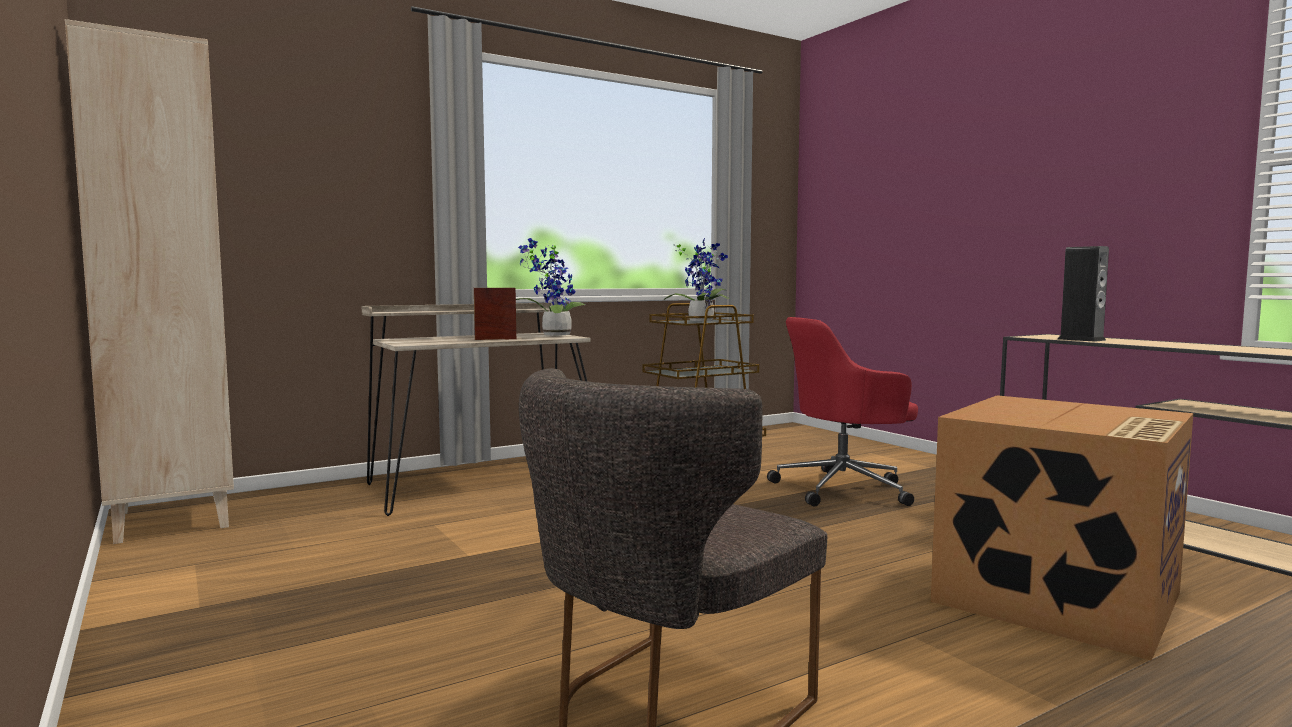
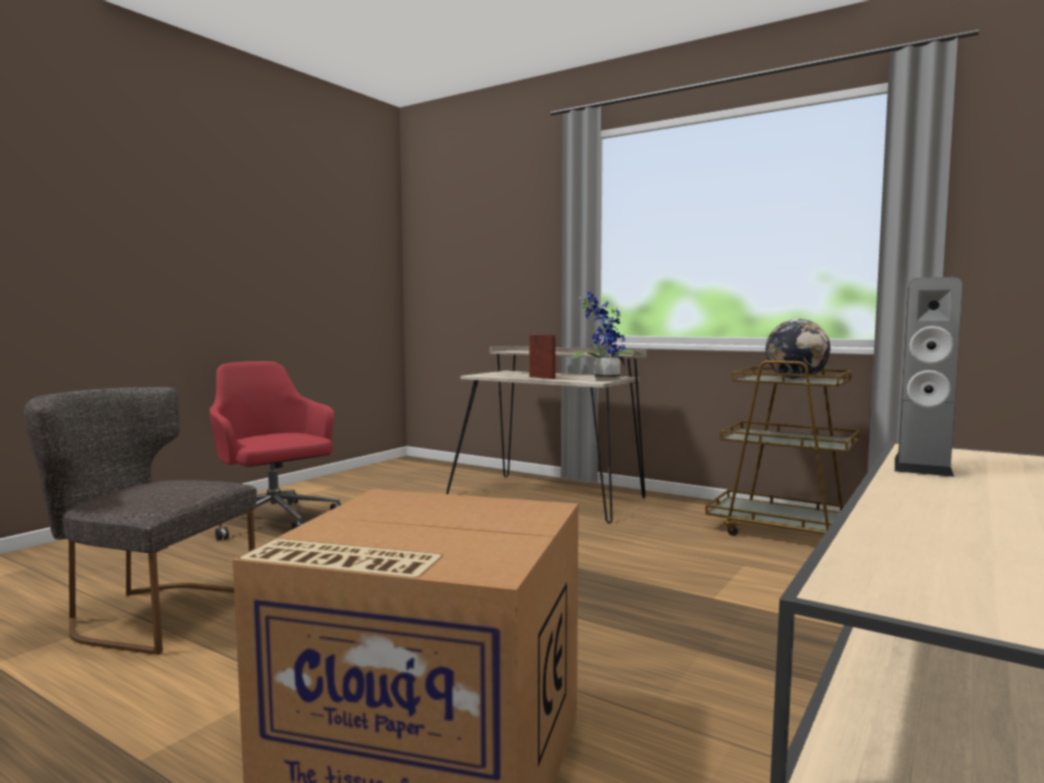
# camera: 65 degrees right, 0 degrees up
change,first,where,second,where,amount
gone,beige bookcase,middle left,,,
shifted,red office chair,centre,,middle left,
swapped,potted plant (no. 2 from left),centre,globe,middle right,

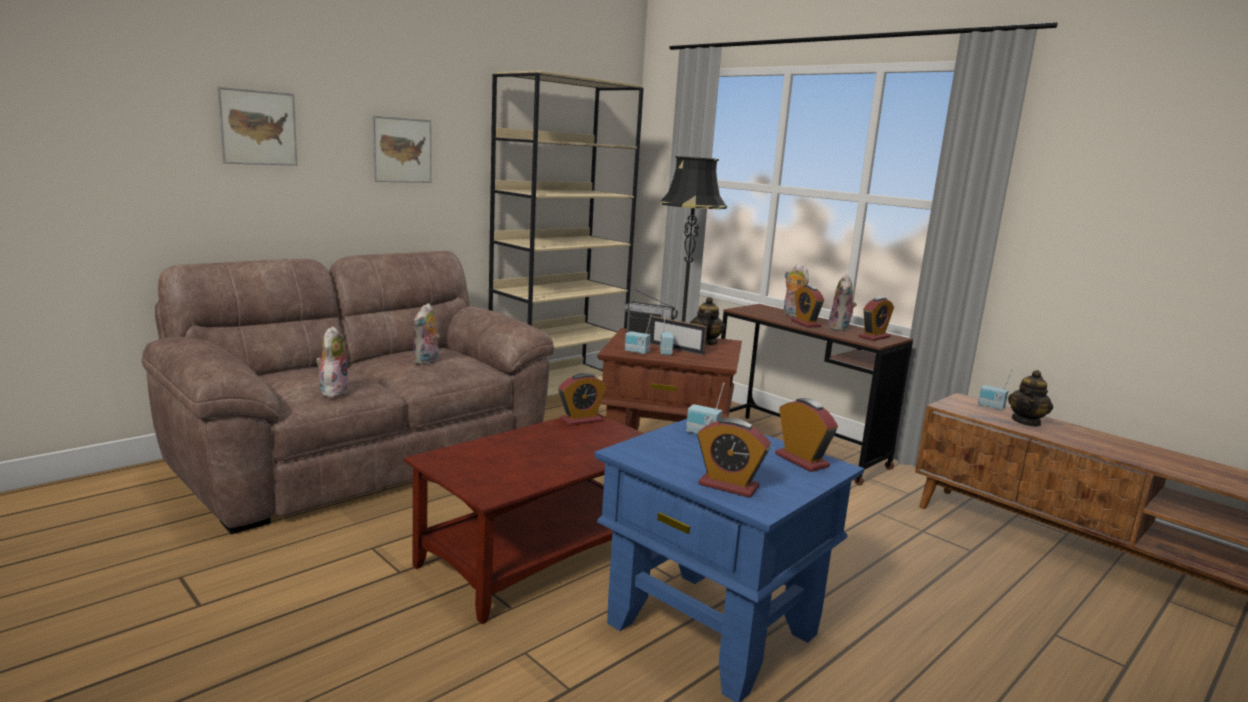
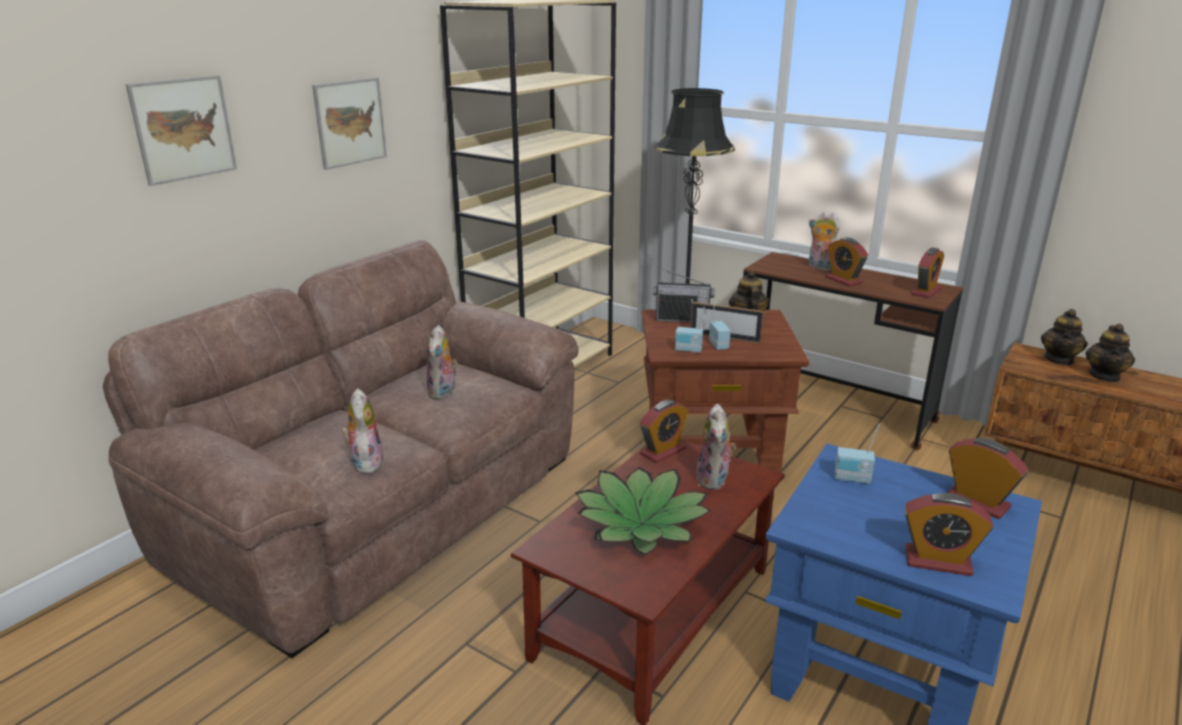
# camera: 10 degrees left, 10 degrees up
change,first,where,second,where,amount
new,,,potted plant,bottom centre,
shifted,plush toy (no. 4 from left in the first image),middle right,plush toy (no. 3 from left),centre,
swapped,radio (no. 5 from left),middle right,teapot (no. 2 from left),middle right,

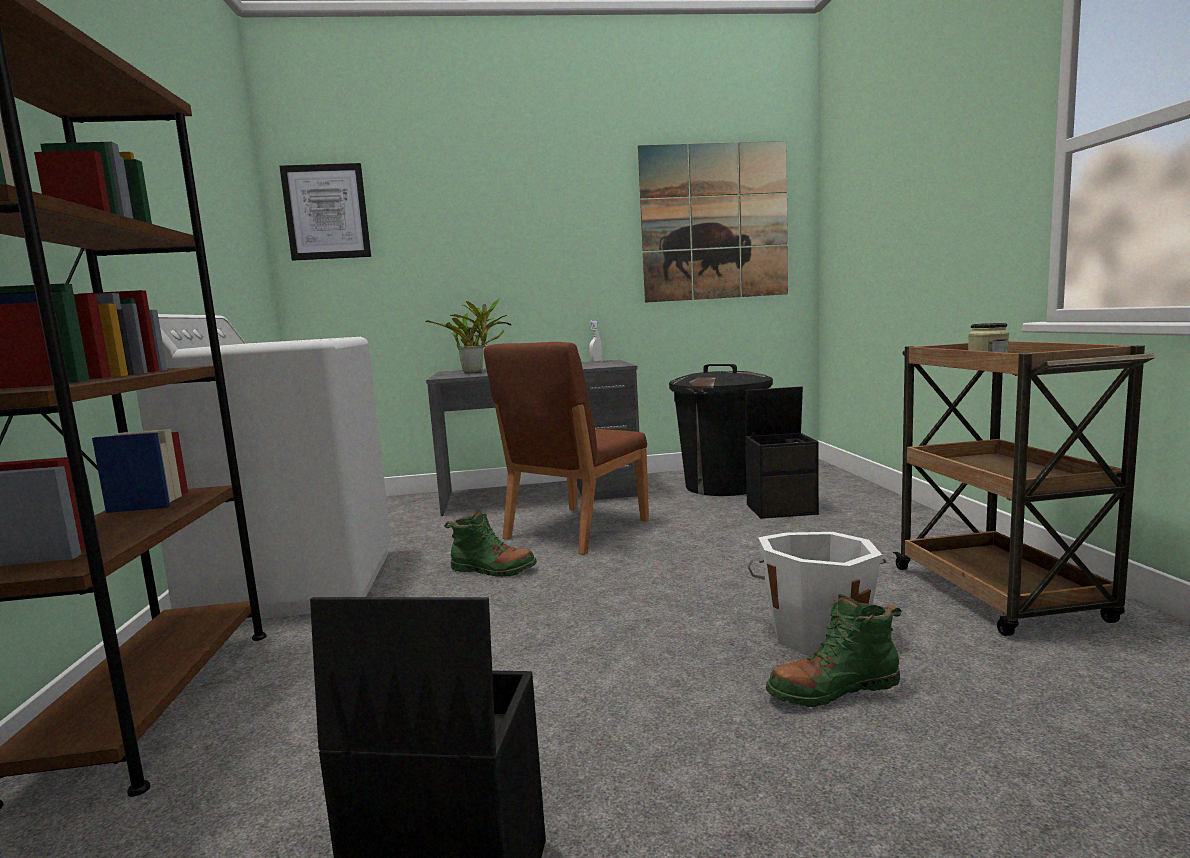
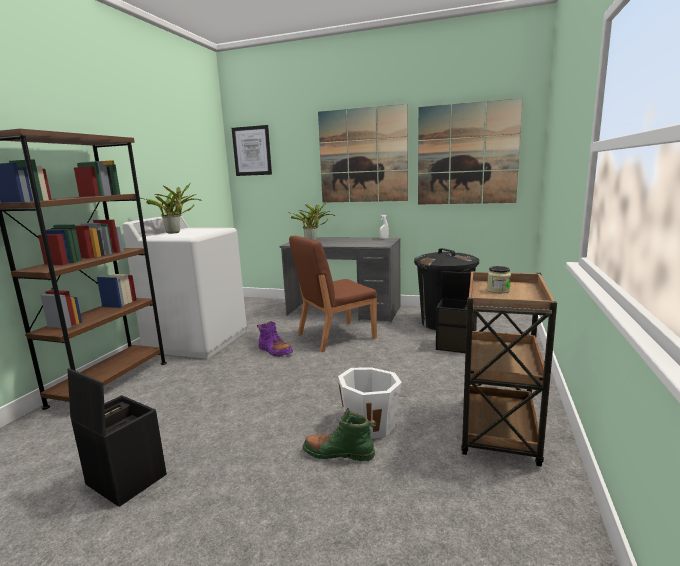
# camera: 25 degrees right, 5 degrees up
change,first,where,second,where,amount
new,,,potted plant (no. 1 from left),middle left,
new,,,picture (no. 2 from left),top centre,
repainted,green boot (no. 1 from left),centre,purple boot,centre,

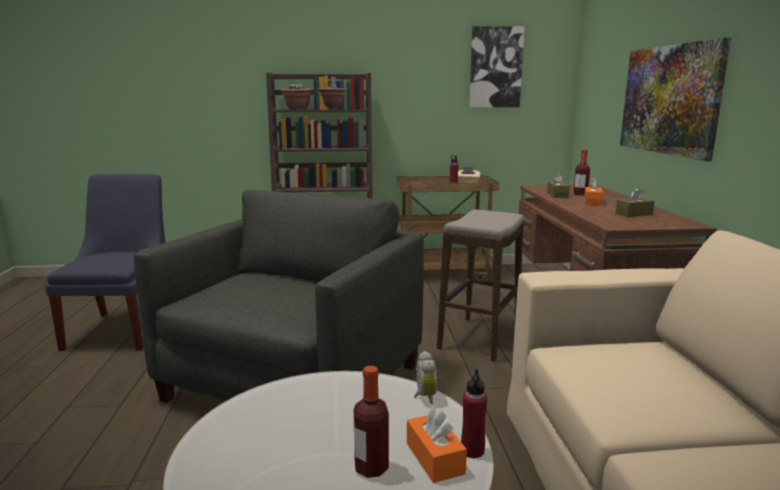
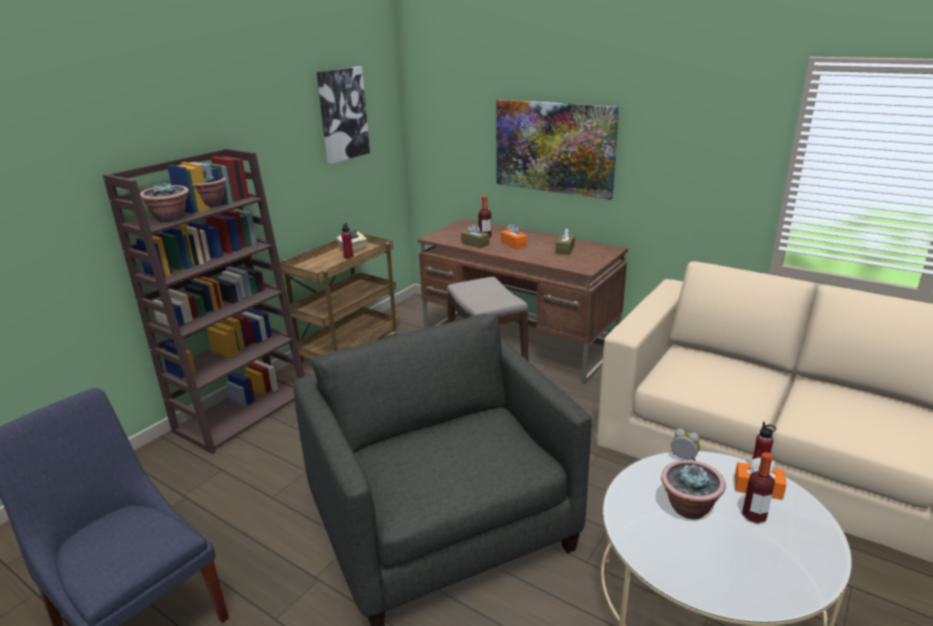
# camera: 50 degrees left, 10 degrees up
change,first,where,second,where,amount
new,,,potted plant (no. 3 from left),bottom right,

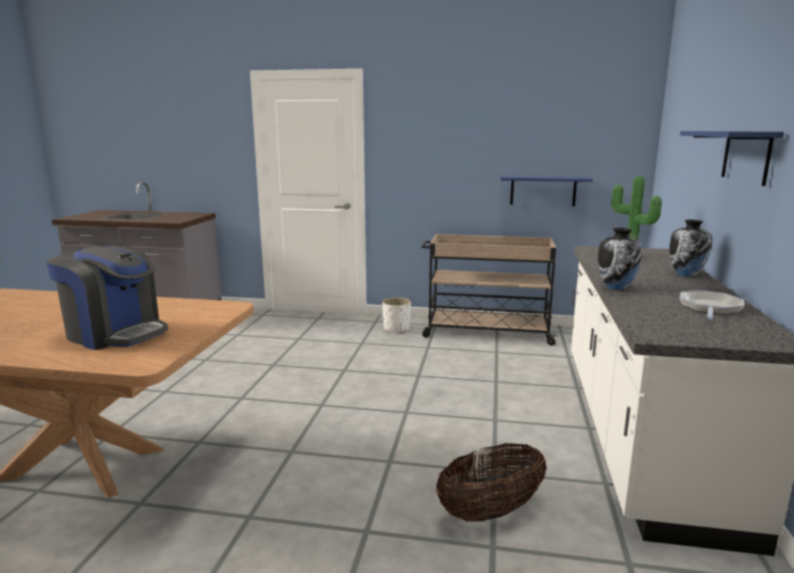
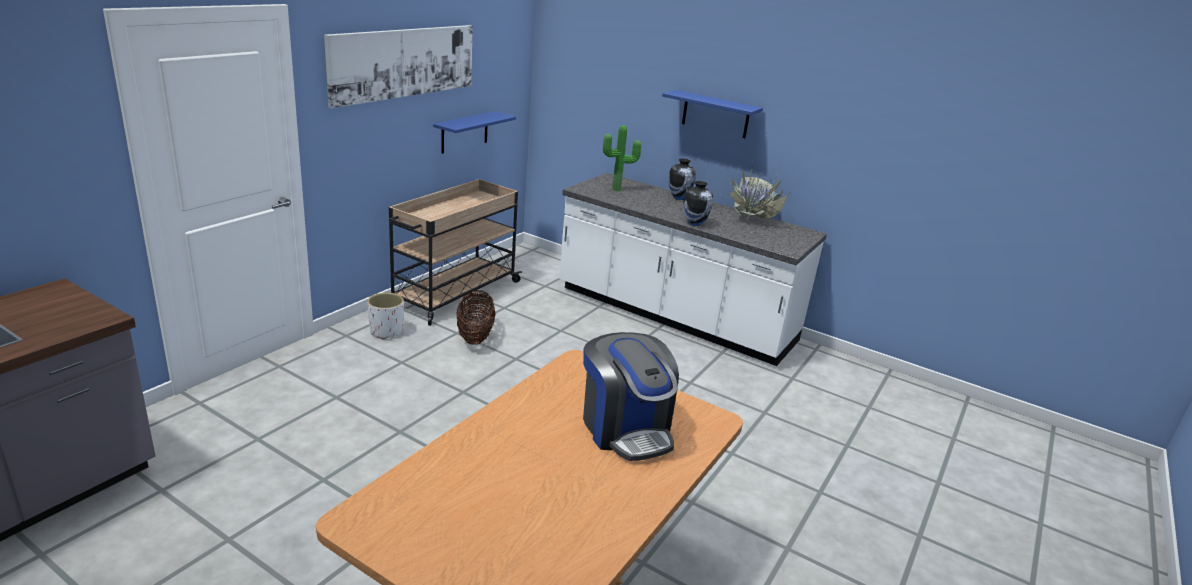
# camera: 70 degrees left, 10 degrees up
change,first,where,second,where,amount
new,,,picture,top centre,
shifted,basket,bottom centre,,centre,
swapped,frying pan,middle right,potted plant (no. 2 from left),centre,
rotated,coffee machine,middle left,,bottom centre,105 degrees clockwise

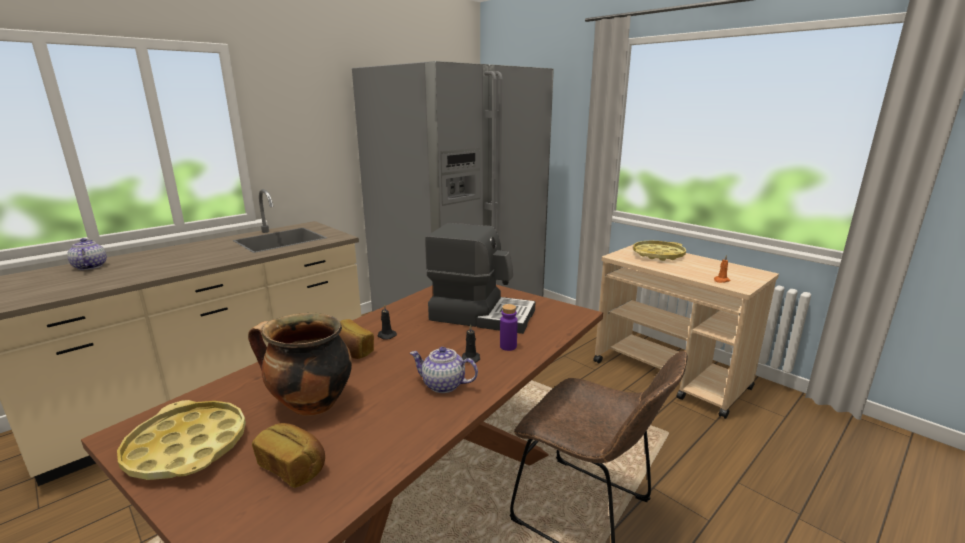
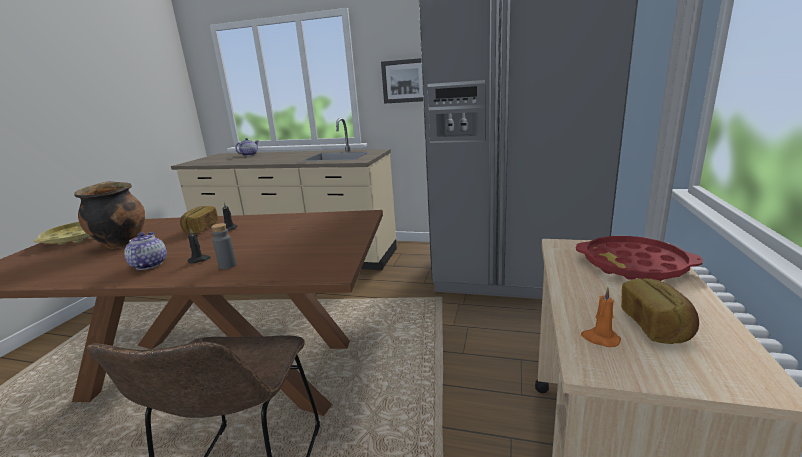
# camera: 60 degrees right, 0 degrees up
change,first,where,second,where,amount
gone,coffee machine,centre,,,
new,,,picture,top centre,
shifted,bread (no. 1 from left in the first image),bottom left,bread (no. 2 from left),bottom right,
repainted,purple bottle,centre,grey bottle,middle left,
repainted,yellow tray (no. 2 from left),middle right,red tray,middle right,

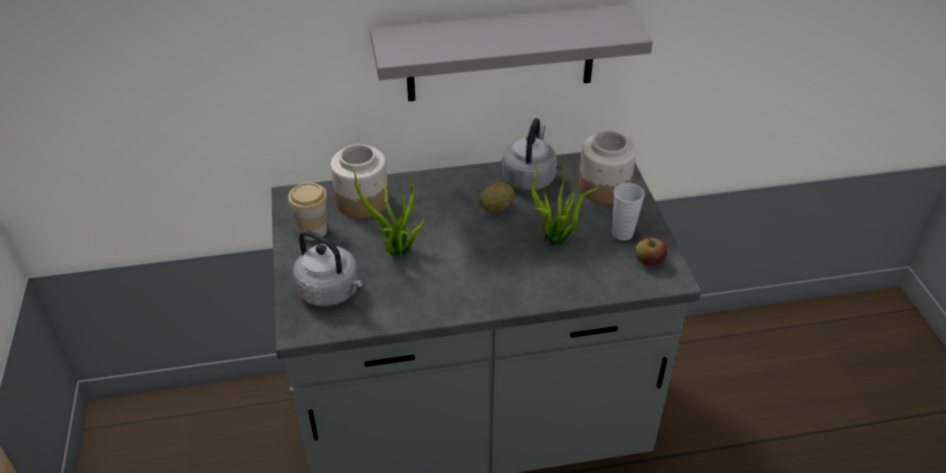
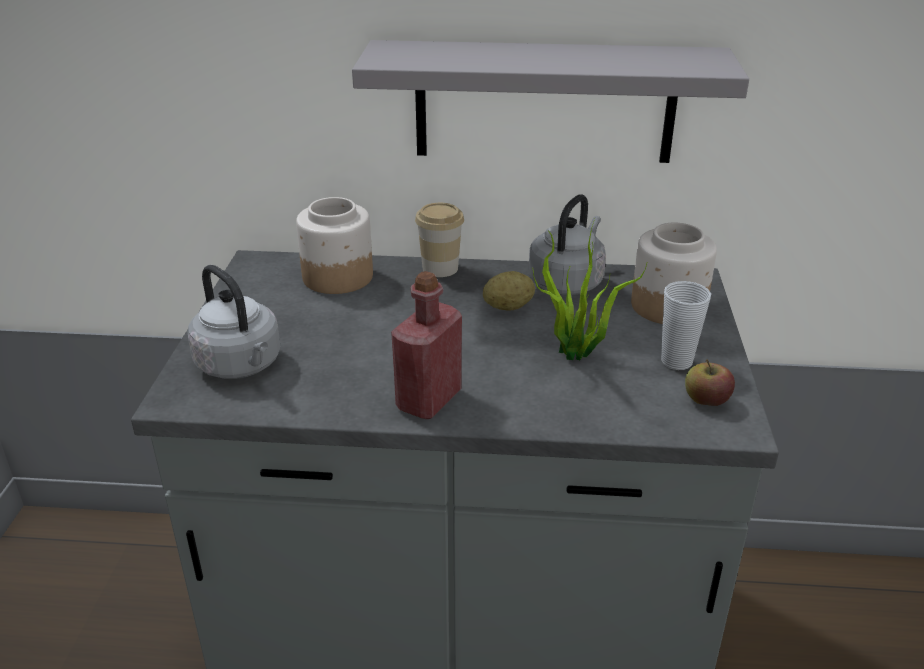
# camera: 15 degrees right, 10 degrees down
change,first,where,second,where,amount
gone,potted plant (no. 1 from left),centre,,,
new,,,red bottle,centre,
shifted,cup (no. 1 from left),middle left,,centre,

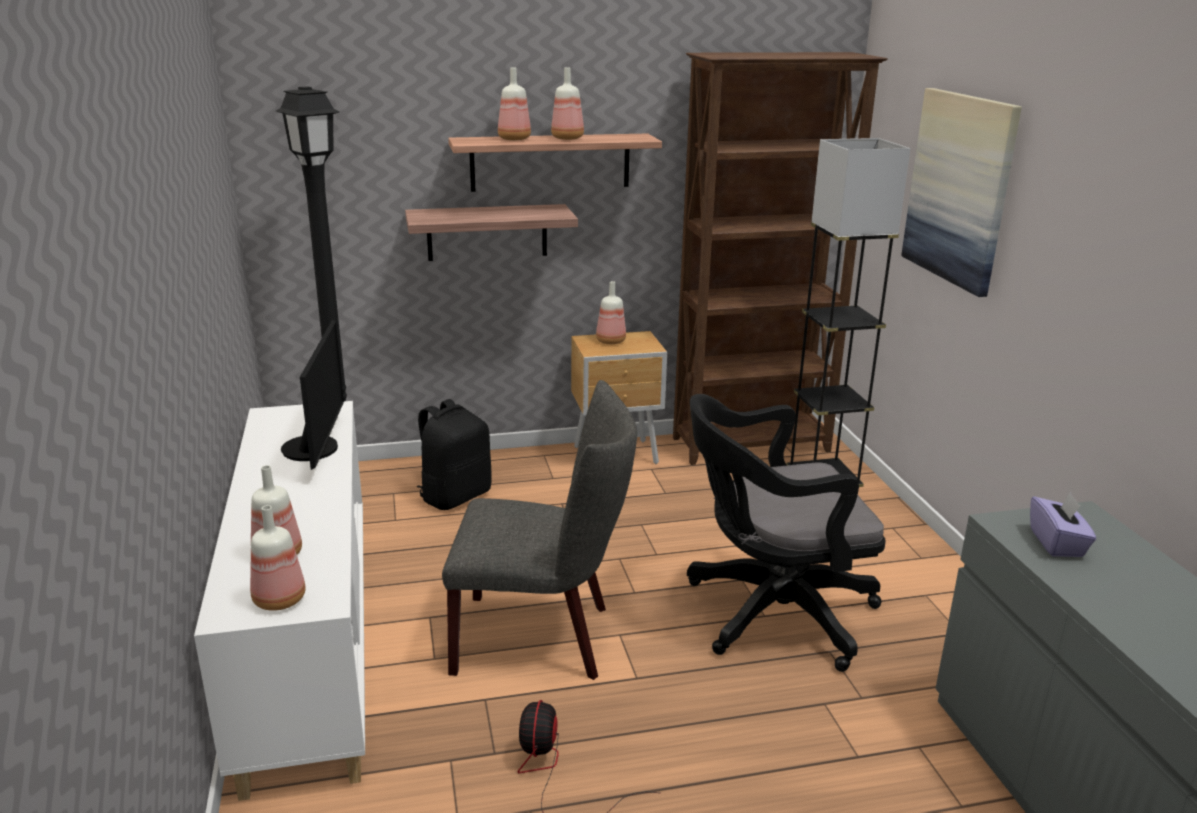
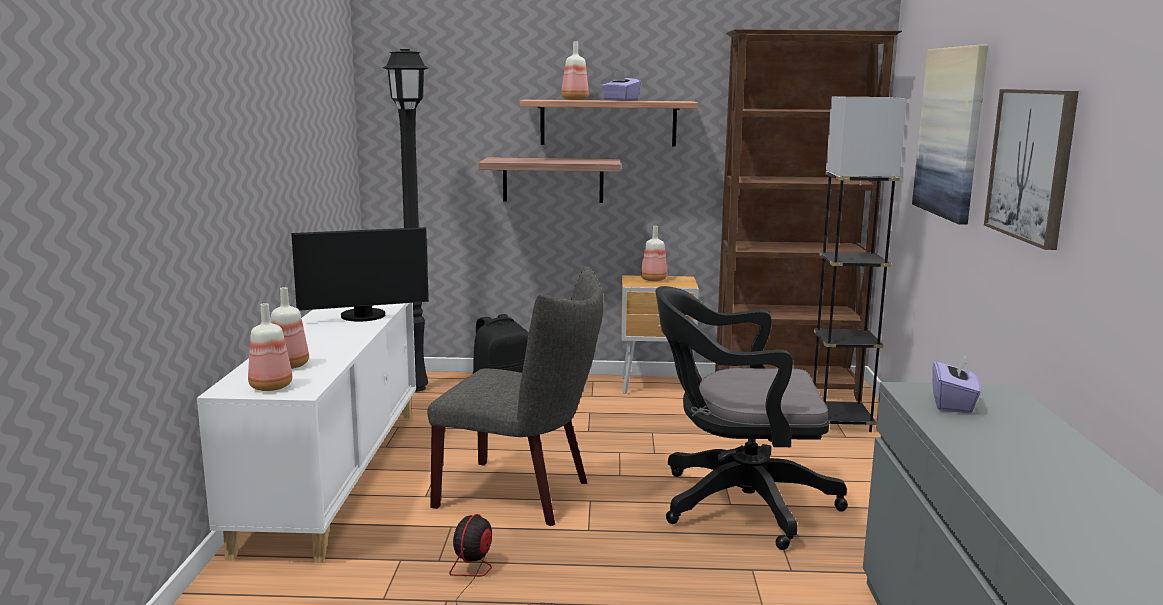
# camera: 15 degrees right, 10 degrees down
change,first,where,second,where,amount
new,,,picture (no. 2 from left),top right,
swapped,bottle (no. 4 from left),top centre,purple tissue box (no. 1 from left),top centre,
rotated,monitor,middle left,,middle left,60 degrees clockwise

